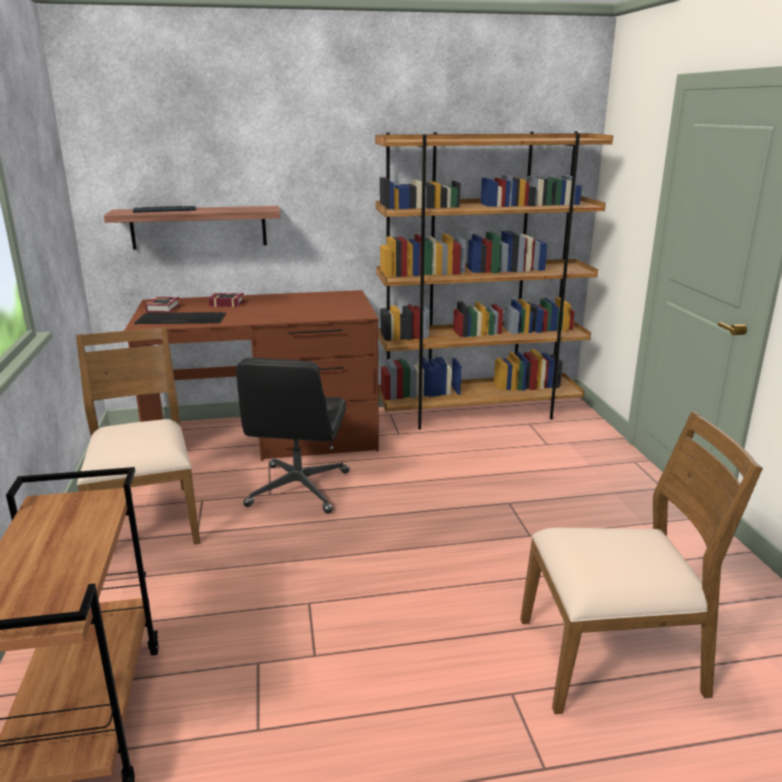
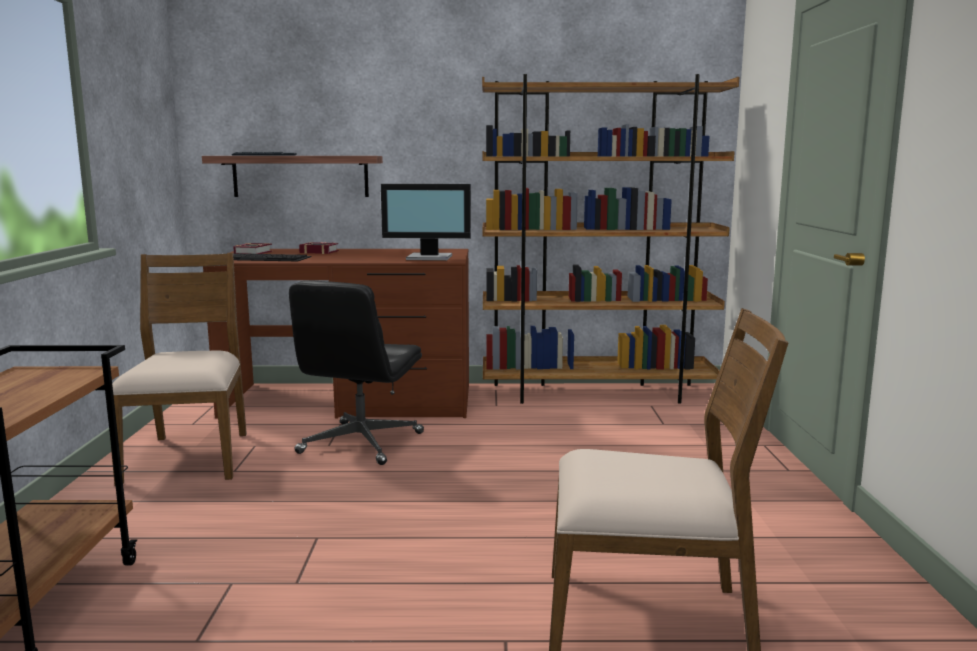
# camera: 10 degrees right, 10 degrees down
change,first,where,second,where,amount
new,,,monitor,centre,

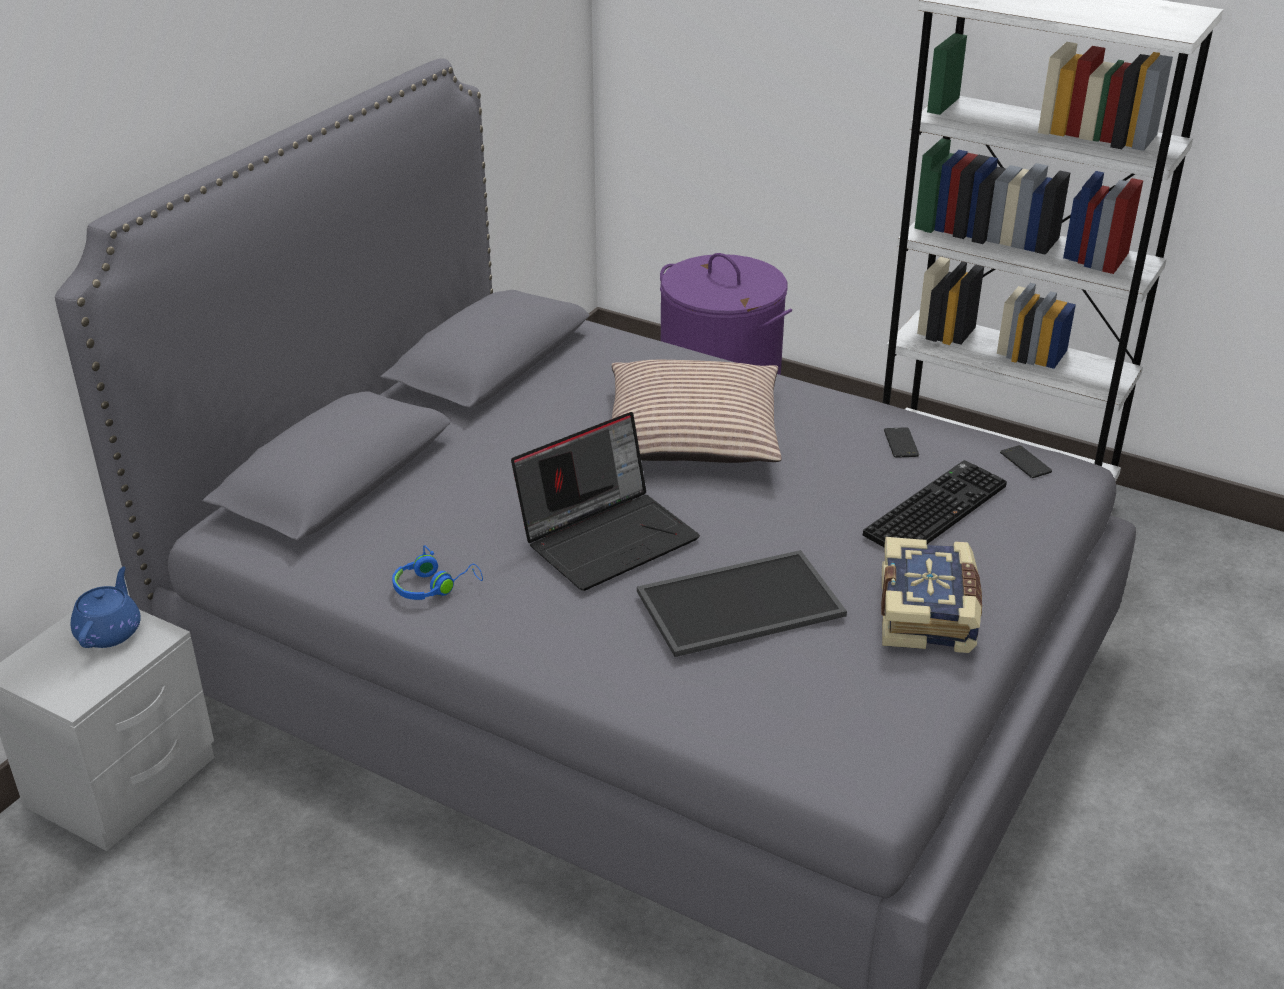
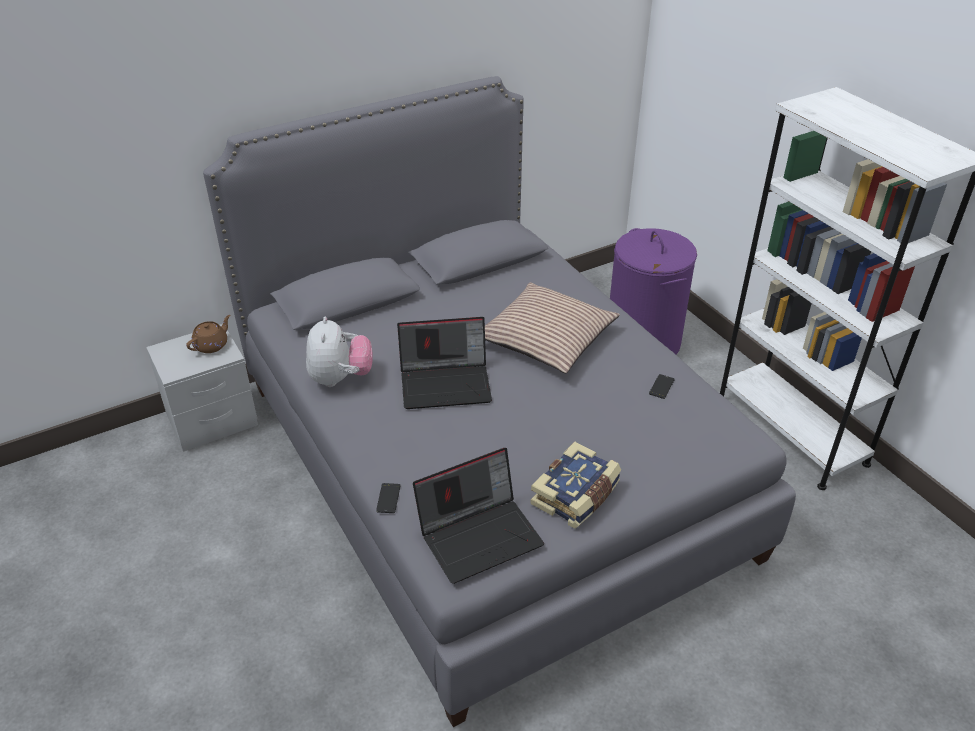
# camera: 30 degrees right, 5 degrees up
change,first,where,second,where,amount
gone,tray,centre,,,
gone,keyboard,middle right,,,
new,,,laptop (no. 2 from left),bottom centre,
shifted,phone (no. 2 from left in the first image),middle right,phone (no. 1 from left),bottom centre,
swapped,blue headphones,centre,plush toy,centre,
repainted,blue teapot,middle left,brown teapot,middle left,

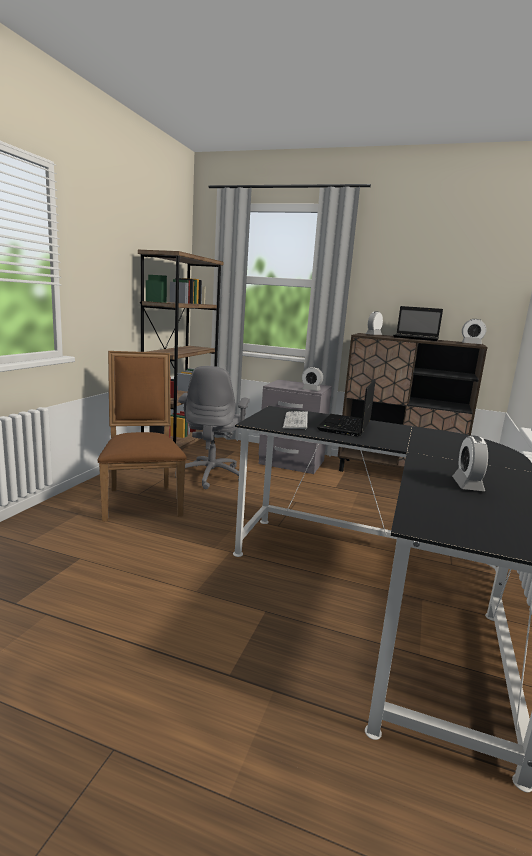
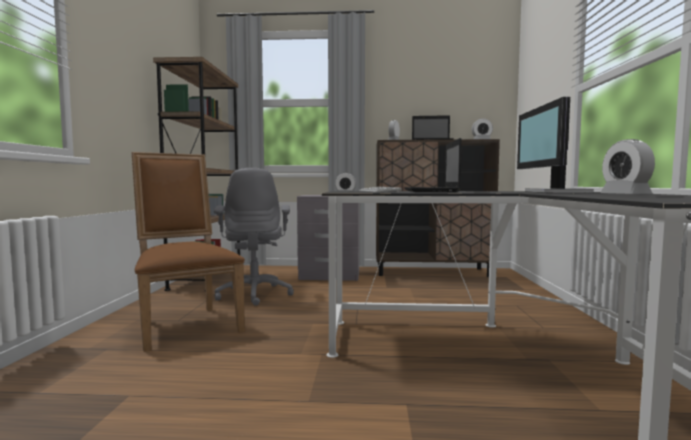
# camera: 15 degrees left, 10 degrees down
change,first,where,second,where,amount
new,,,monitor,top right,

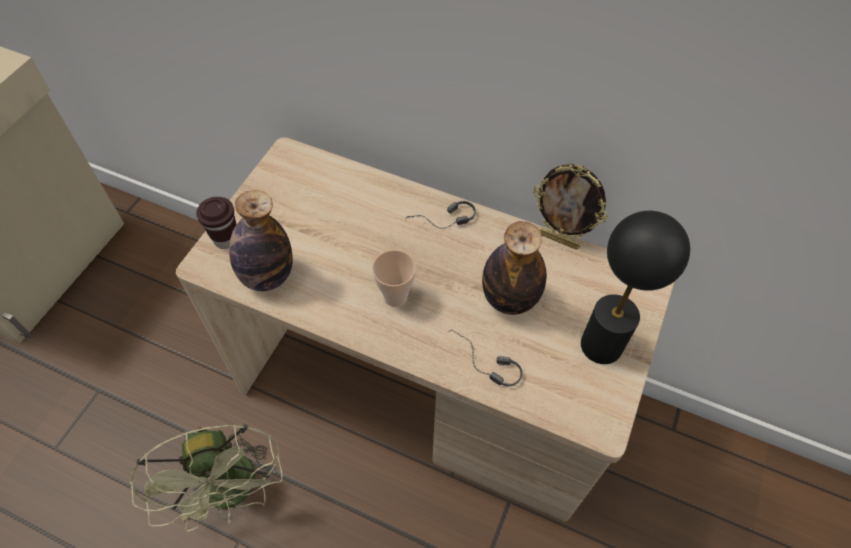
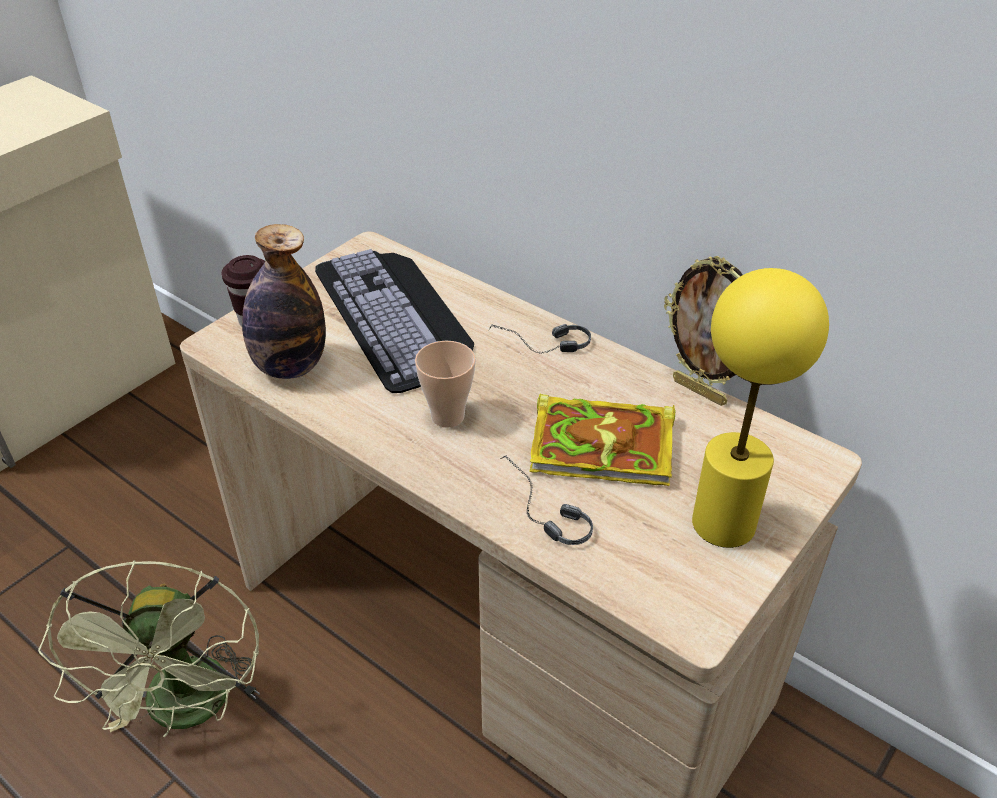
# camera: 15 degrees right, 15 degrees down
change,first,where,second,where,amount
new,,,keyboard,centre,
swapped,bottle (no. 2 from left),centre,book,centre,
repainted,black table lamp,middle right,yellow table lamp,middle right,

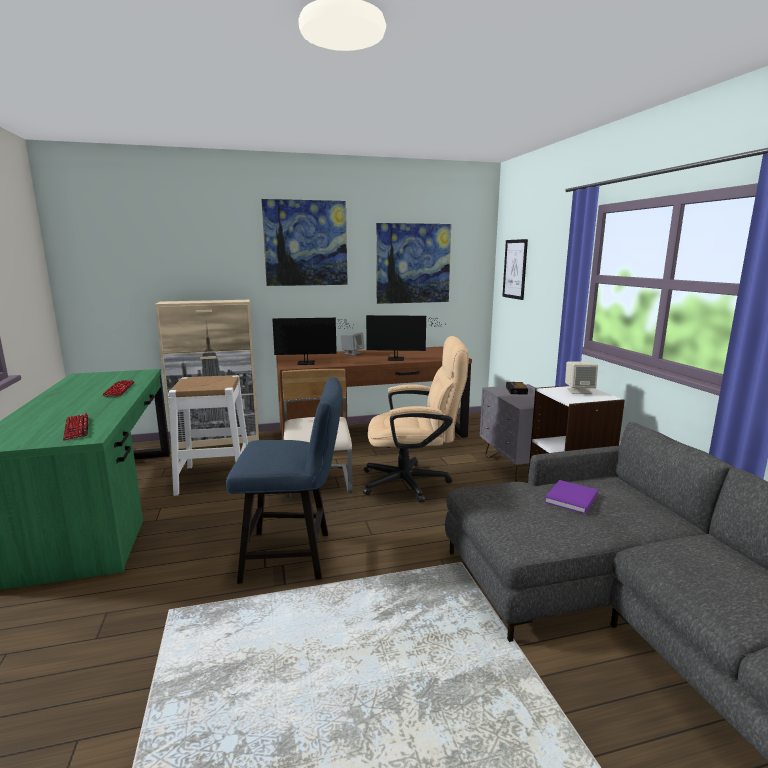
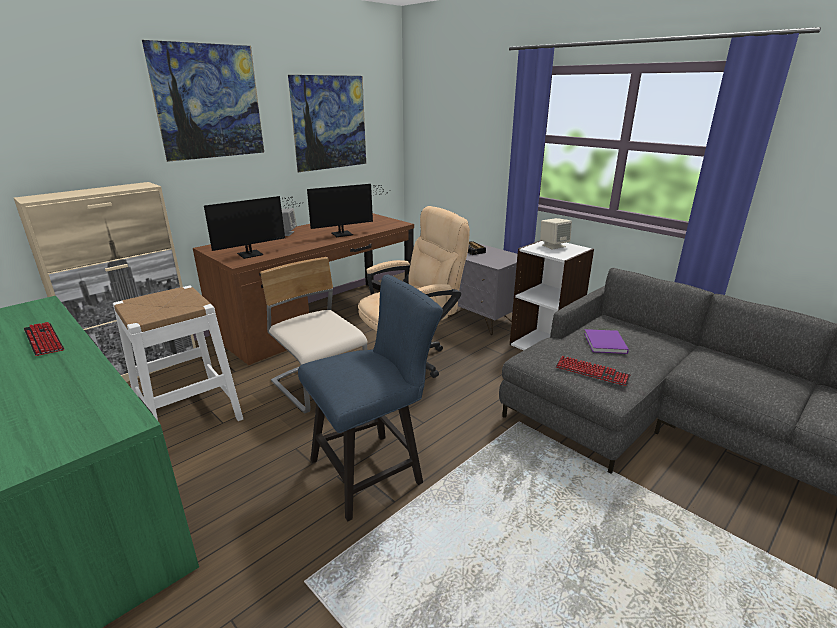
# camera: 30 degrees left, 10 degrees up
change,first,where,second,where,amount
gone,picture (no. 3 from left),middle right,,,
shifted,keyboard (no. 1 from left in the first image),middle left,keyboard (no. 2 from left),middle right,

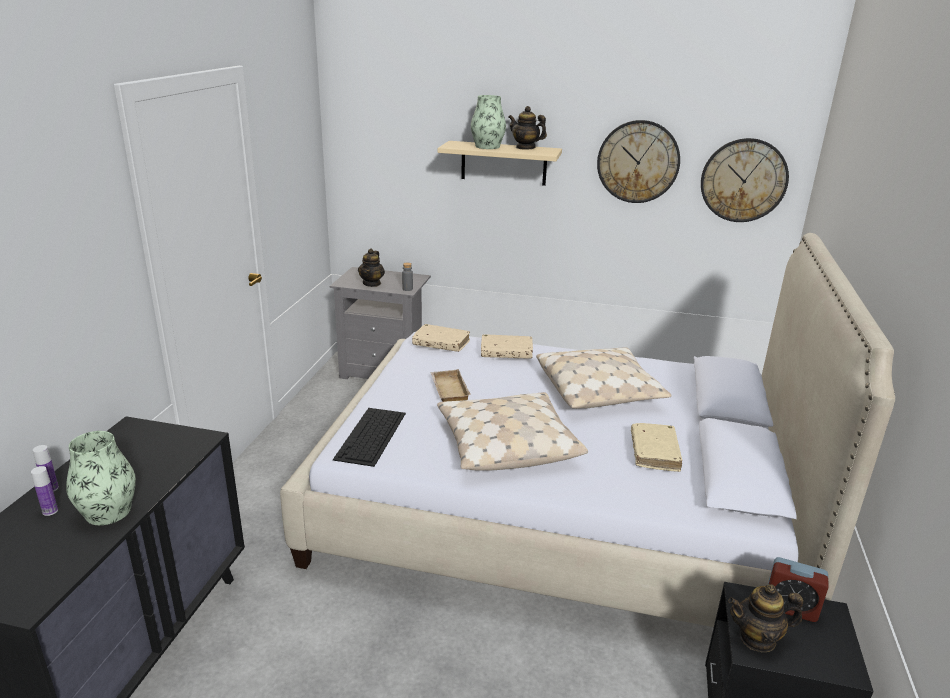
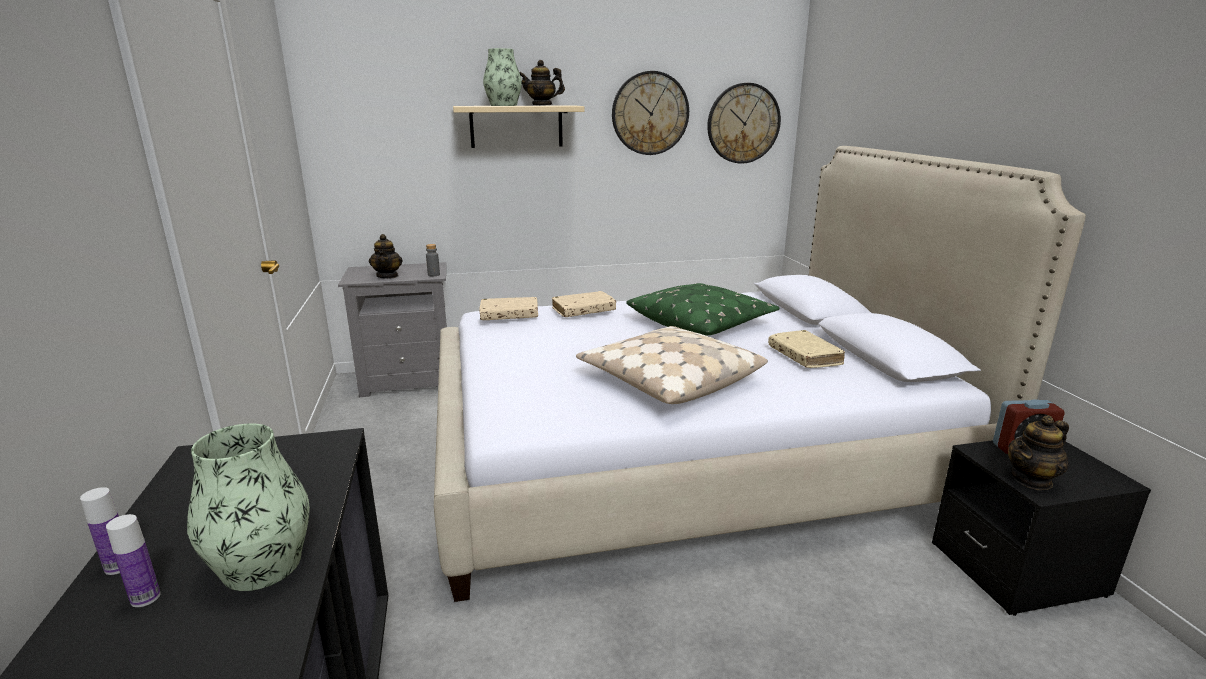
# camera: 25 degrees left, 5 degrees down
change,first,where,second,where,amount
gone,keyboard,centre,,,
gone,beige tray,centre,,,
repainted,beige pillow (no. 2 from left),centre,green pillow,centre,

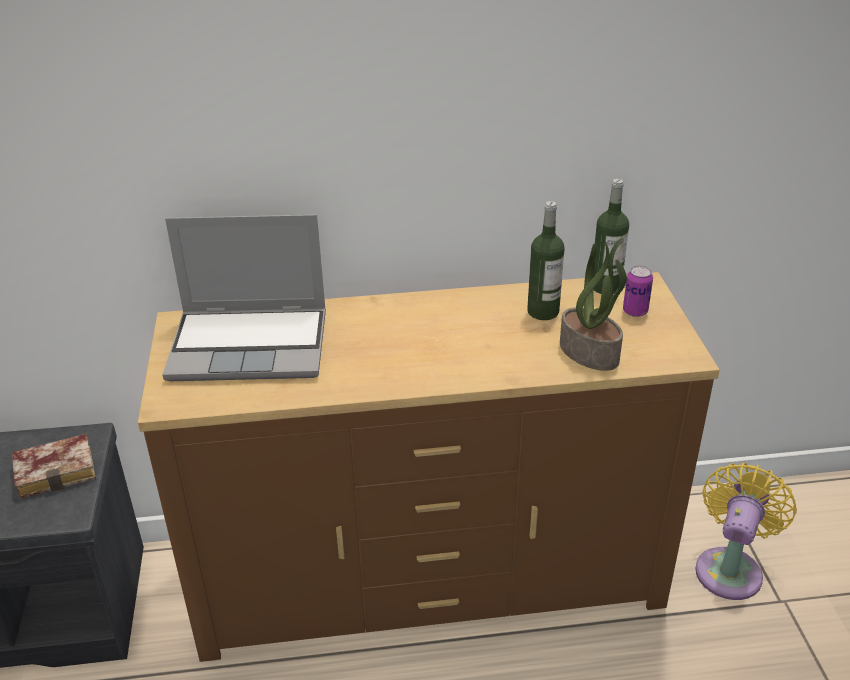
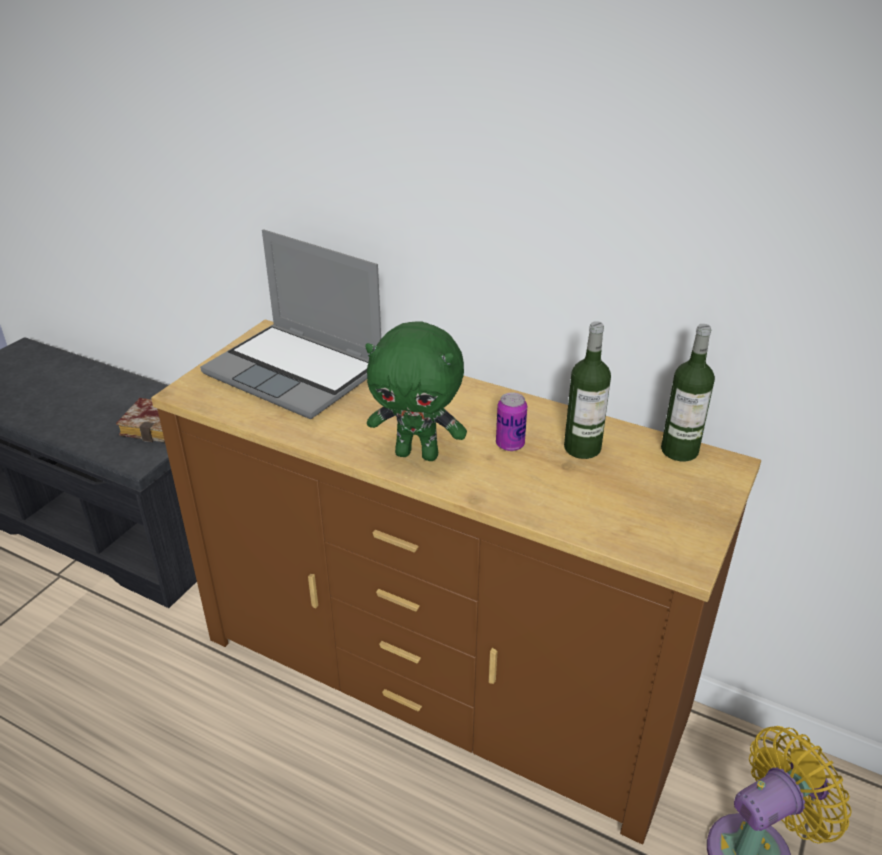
# camera: 35 degrees right, 0 degrees up
change,first,where,second,where,amount
gone,potted plant,middle right,,,
new,,,green plush toy,centre,
shifted,can,middle right,,centre,

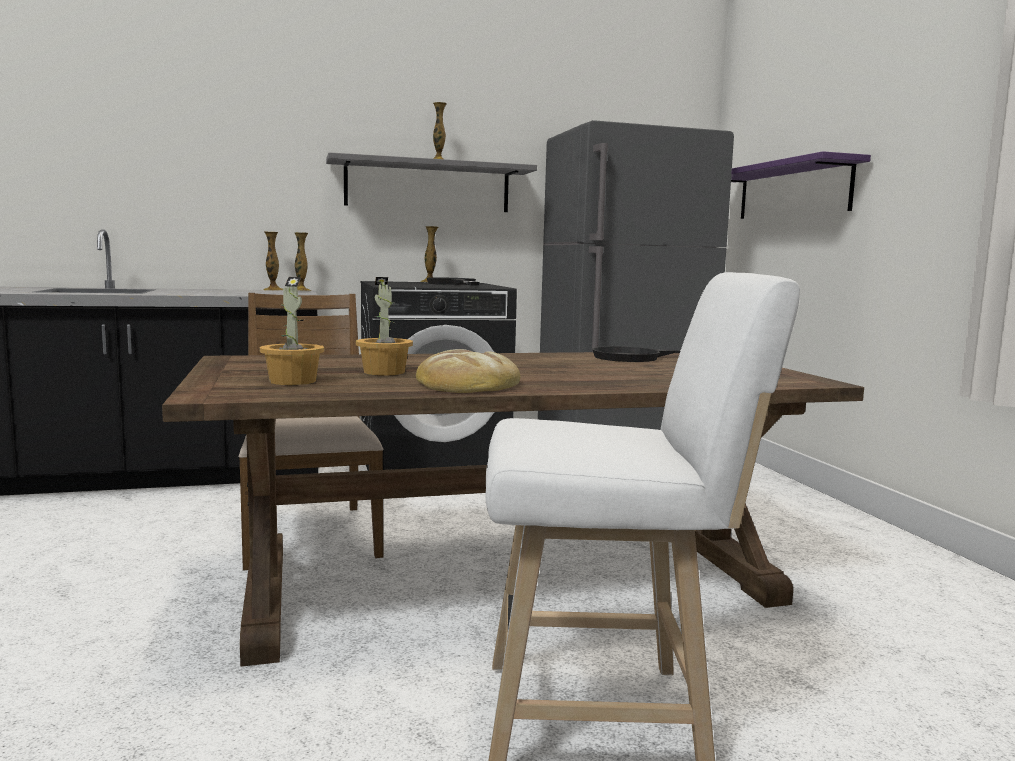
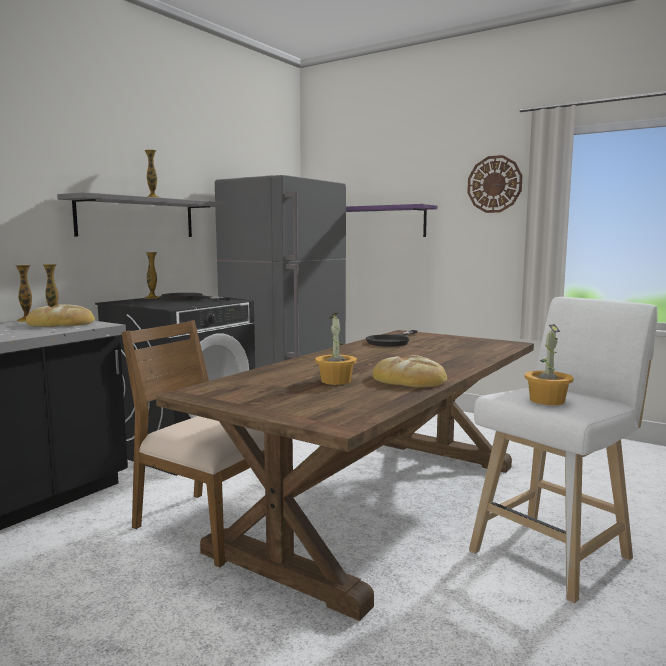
# camera: 40 degrees left, 0 degrees up
change,first,where,second,where,amount
new,,,bread (no. 1 from left),middle left,
new,,,wall clock,top right,
shifted,potted plant (no. 1 from left in the first image),middle left,potted plant (no. 2 from left),middle right,

